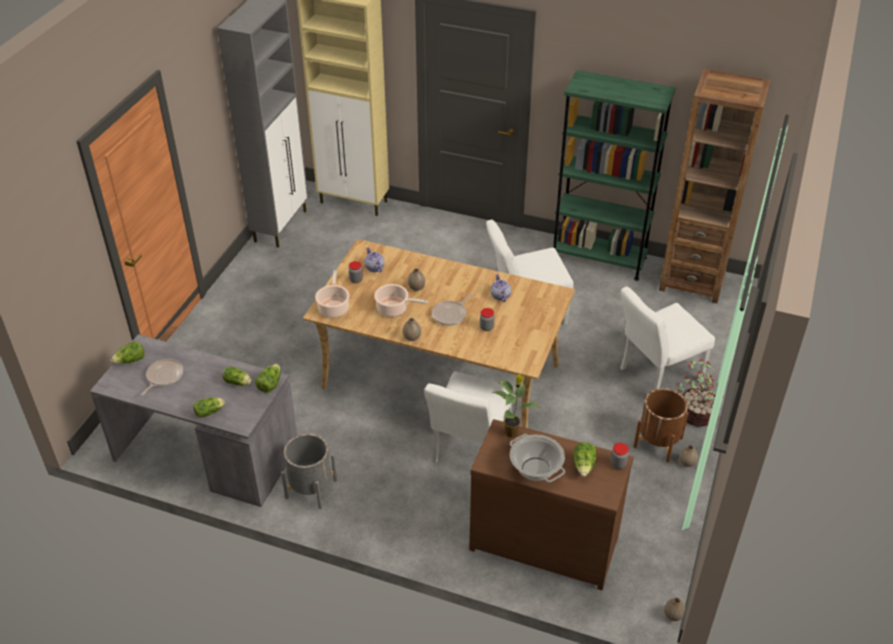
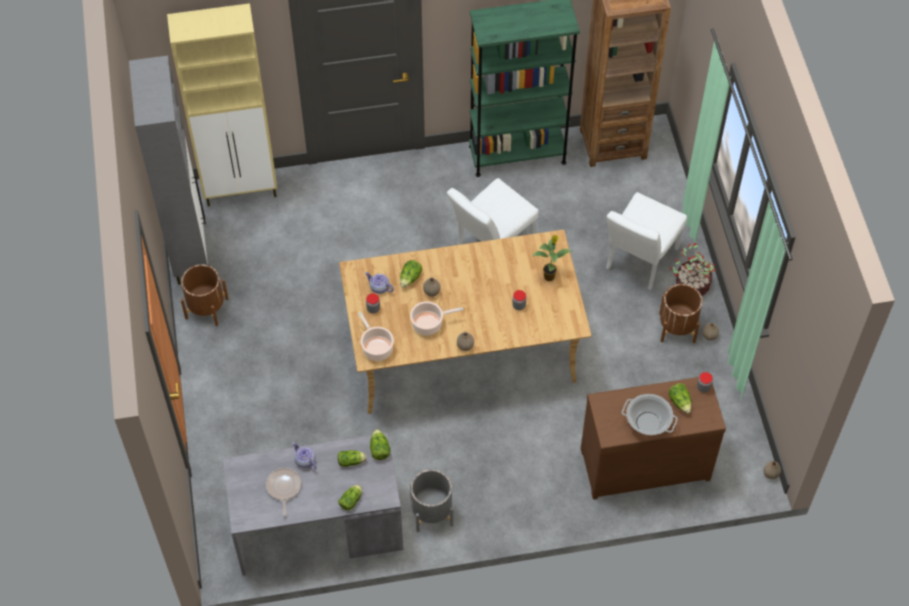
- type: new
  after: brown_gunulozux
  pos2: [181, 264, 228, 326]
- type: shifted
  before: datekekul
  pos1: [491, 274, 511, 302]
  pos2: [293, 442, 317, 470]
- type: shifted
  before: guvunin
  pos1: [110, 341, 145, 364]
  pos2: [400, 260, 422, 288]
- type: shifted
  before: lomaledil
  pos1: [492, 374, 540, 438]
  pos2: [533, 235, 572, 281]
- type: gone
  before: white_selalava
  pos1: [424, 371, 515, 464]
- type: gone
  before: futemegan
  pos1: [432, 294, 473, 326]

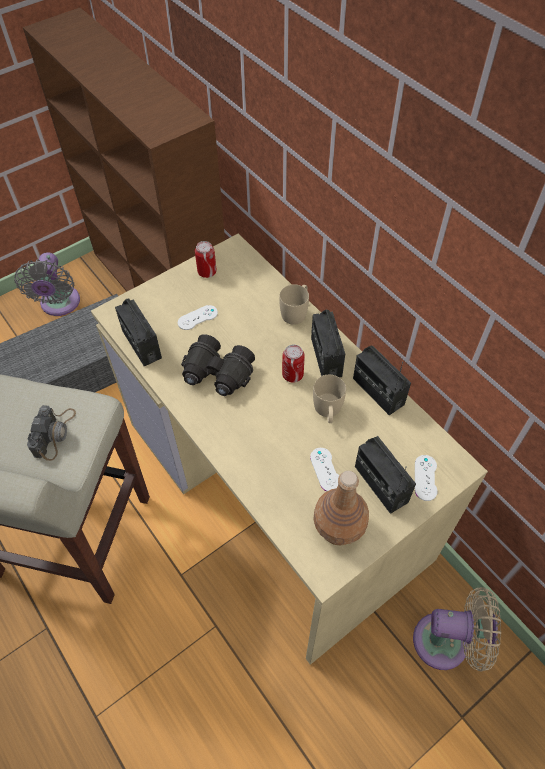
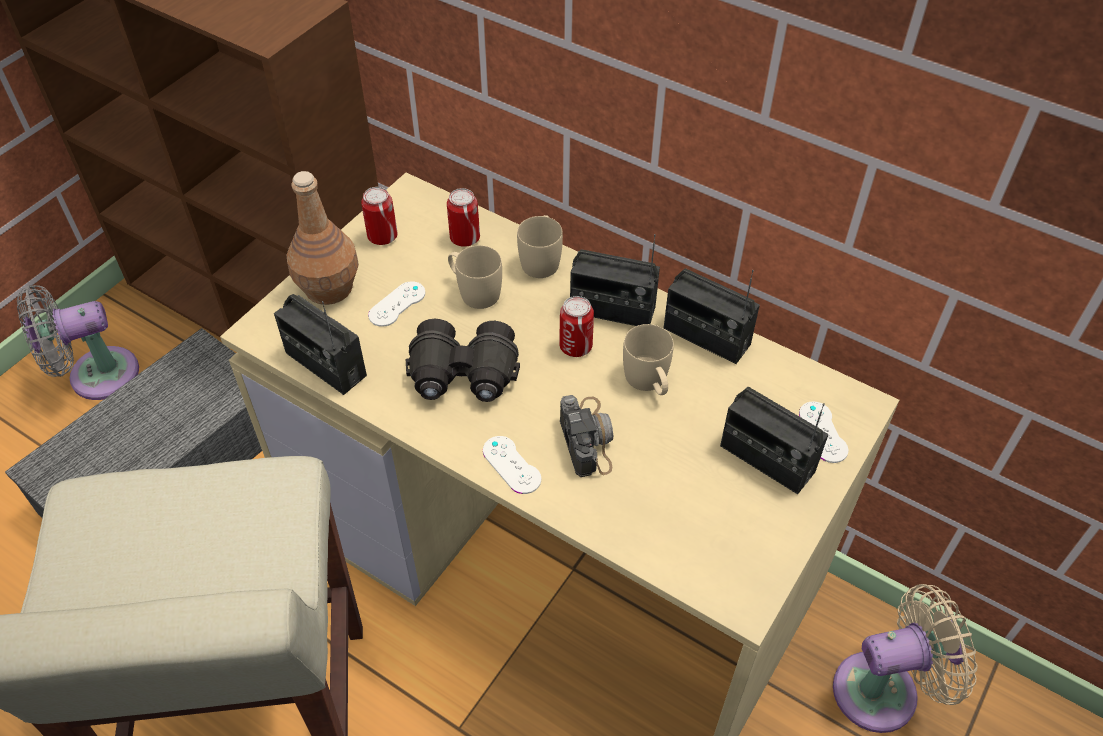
- type: rotated
  before: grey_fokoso
  pos1: [14, 252, 80, 316]
  pos2: [17, 285, 139, 400]
  turn: 90
- type: shifted
  before: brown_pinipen
  pos1: [313, 471, 369, 546]
  pos2: [287, 171, 359, 305]
- type: new
  after: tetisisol
  pos2: [447, 188, 480, 247]
- type: new
  after: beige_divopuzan
  pos2: [448, 245, 502, 309]
- type: shifted
  before: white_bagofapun
  pos1: [310, 448, 339, 491]
  pos2: [483, 436, 541, 494]
- type: shifted
  before: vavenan
  pos1: [27, 405, 76, 461]
  pos2: [560, 395, 613, 477]
- type: rotated
  before: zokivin
  pos1: [311, 310, 345, 378]
  pos2: [570, 234, 660, 326]
  turn: -45

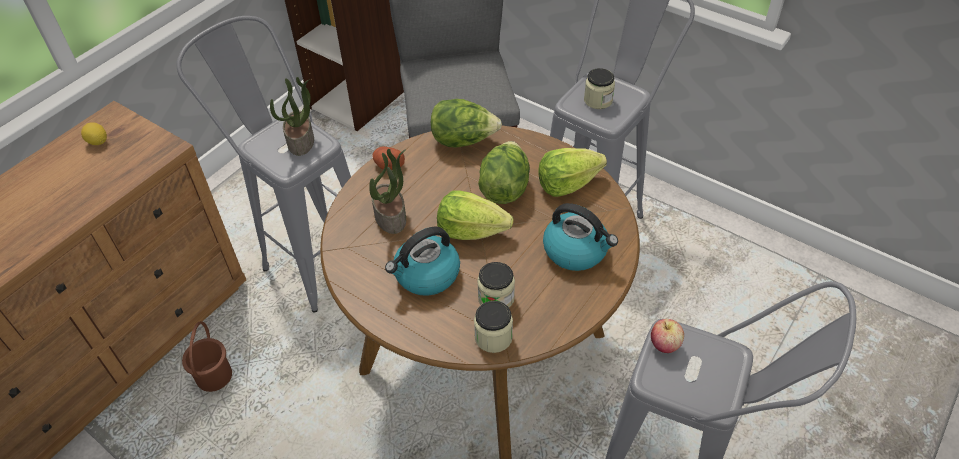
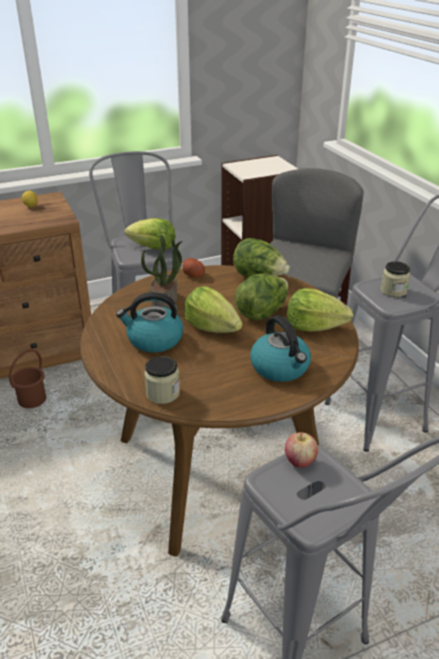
- type: swapped
  before: lomaledil
  after: guvunin
  pos1: [270, 77, 314, 156]
  pos2: [125, 218, 176, 250]
- type: gone
  before: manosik
  pos1: [477, 262, 515, 307]

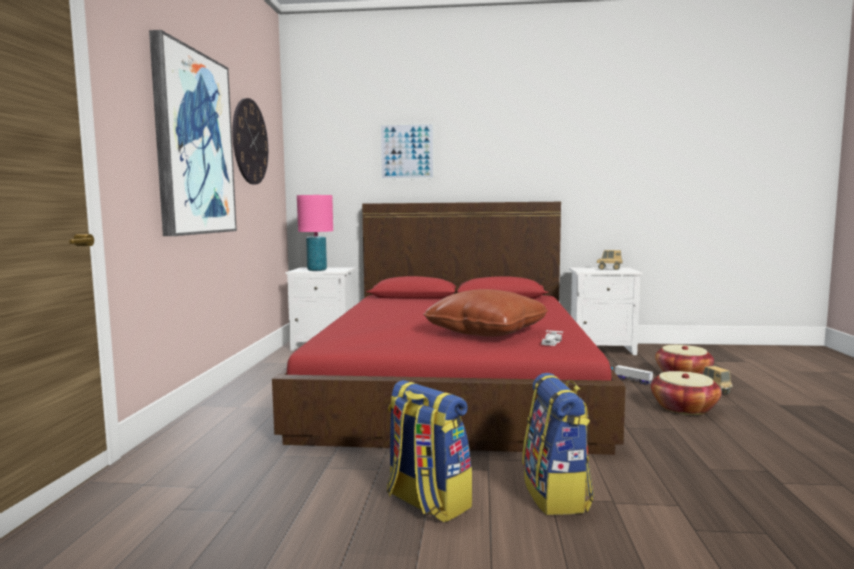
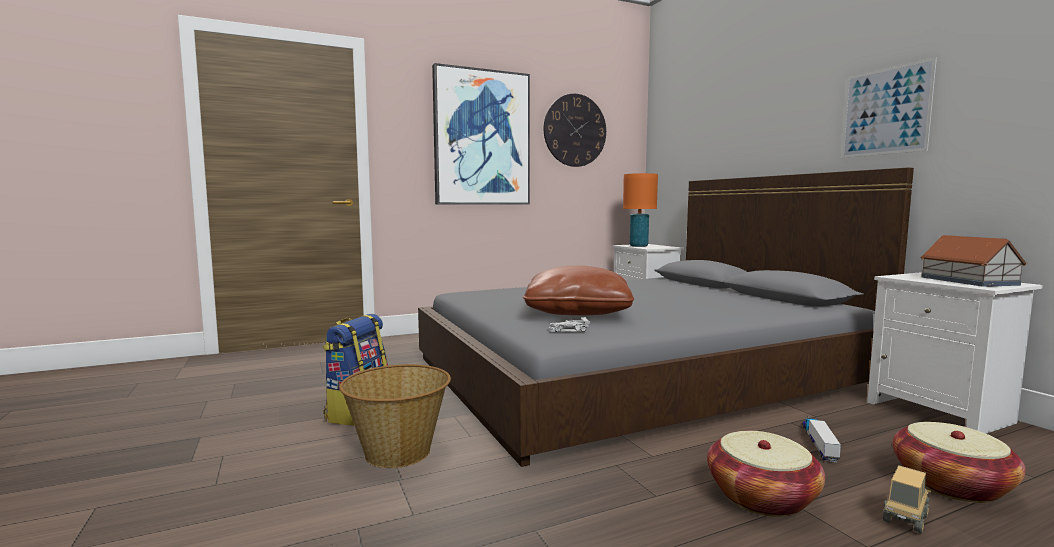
- type: swapped
  before: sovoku
  after: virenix
  pos1: [522, 373, 594, 515]
  pos2: [339, 364, 451, 468]
- type: repainted
  before: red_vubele
  after: grey_vubele
  pos1: [272, 202, 626, 455]
  pos2: [418, 168, 914, 467]
- type: repainted
  before: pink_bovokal
  after: orange_bovokal
  pos1: [297, 195, 333, 271]
  pos2: [623, 173, 658, 247]
- type: shifted
  before: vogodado
  pos1: [379, 122, 435, 180]
  pos2: [841, 57, 937, 158]
- type: swapped
  before: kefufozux
  after: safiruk
  pos1: [597, 250, 623, 270]
  pos2: [921, 235, 1028, 287]

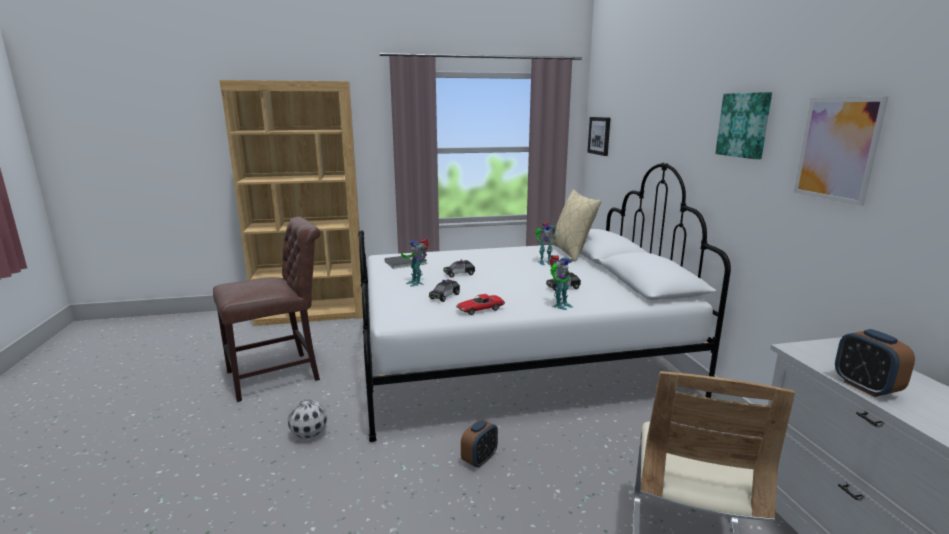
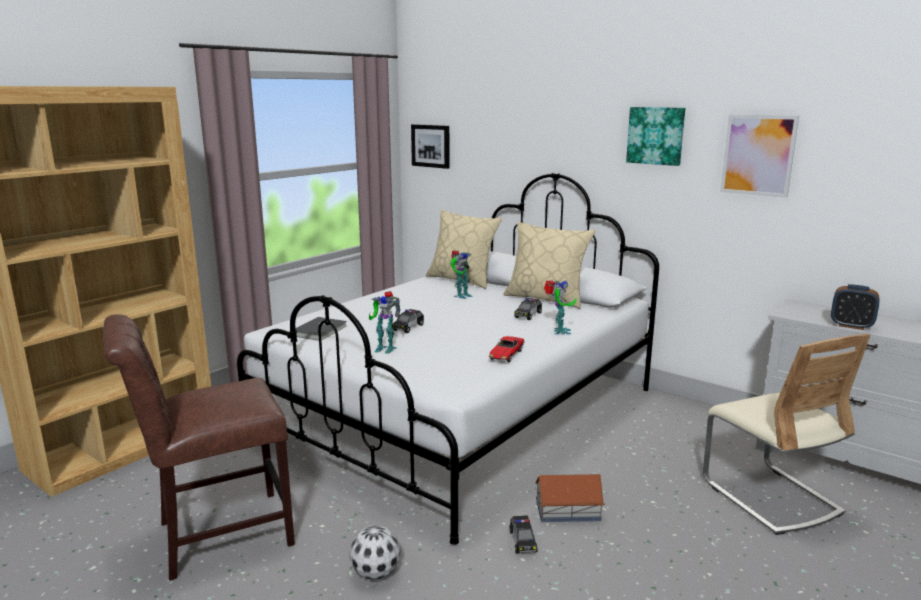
- type: rotated
  before: brown_selalava
  pos1: [213, 217, 321, 402]
  pos2: [103, 314, 295, 581]
  turn: -135
- type: new
  after: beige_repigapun
  pos2: [503, 222, 595, 309]
- type: shifted
  before: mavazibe
  pos1: [429, 279, 460, 302]
  pos2: [509, 515, 538, 554]
- type: swapped
  before: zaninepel
  after: safiruk
  pos1: [461, 419, 498, 468]
  pos2: [535, 474, 605, 522]

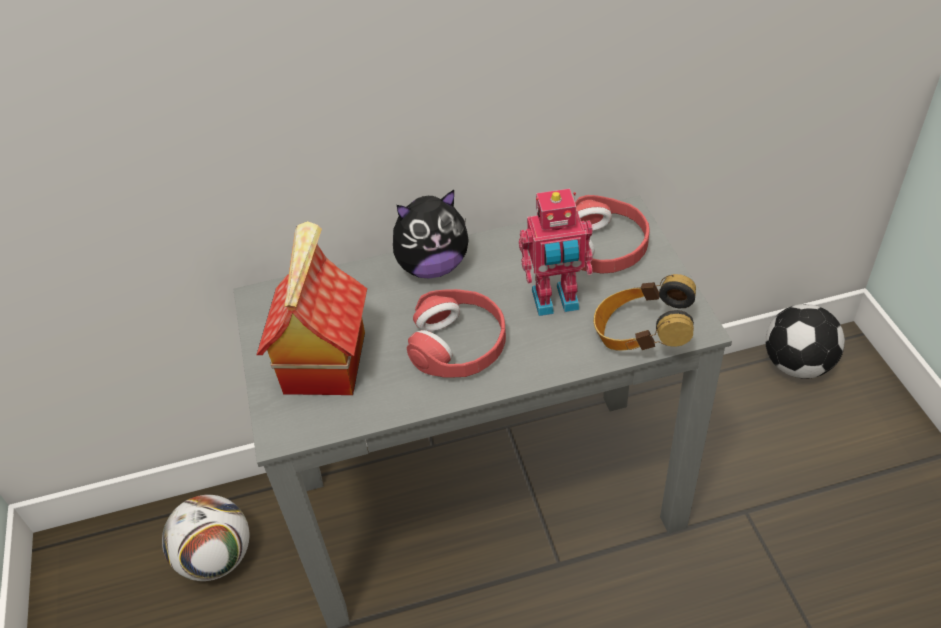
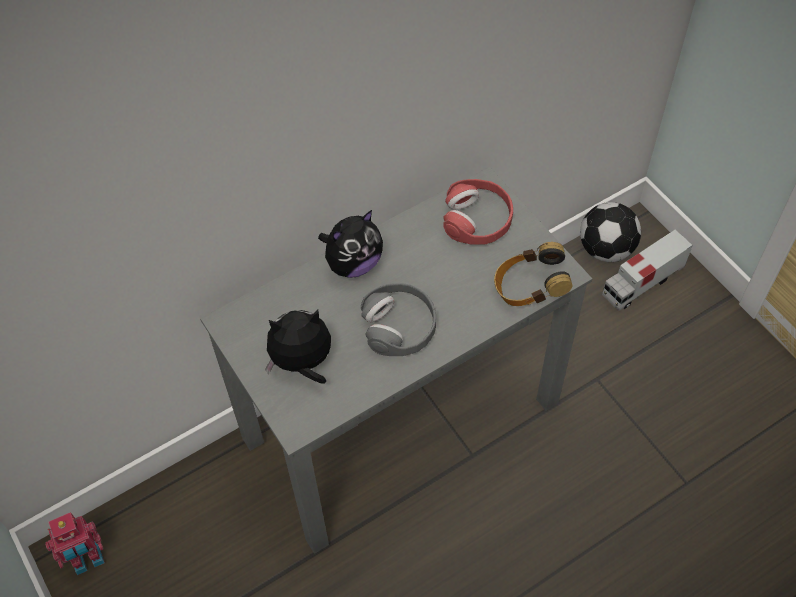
- type: shifted
  before: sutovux
  pos1: [519, 188, 593, 316]
  pos2: [45, 512, 105, 575]
- type: swapped
  before: safiruk
  after: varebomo
  pos1: [257, 221, 367, 395]
  pos2: [265, 310, 331, 384]
- type: repainted
  before: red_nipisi
  after: grey_nipisi
  pos1: [407, 289, 506, 378]
  pos2: [361, 283, 436, 356]
- type: new
  after: kefufozux
  pos2: [602, 230, 693, 311]
- type: gone
  before: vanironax
  pos1: [162, 495, 249, 581]

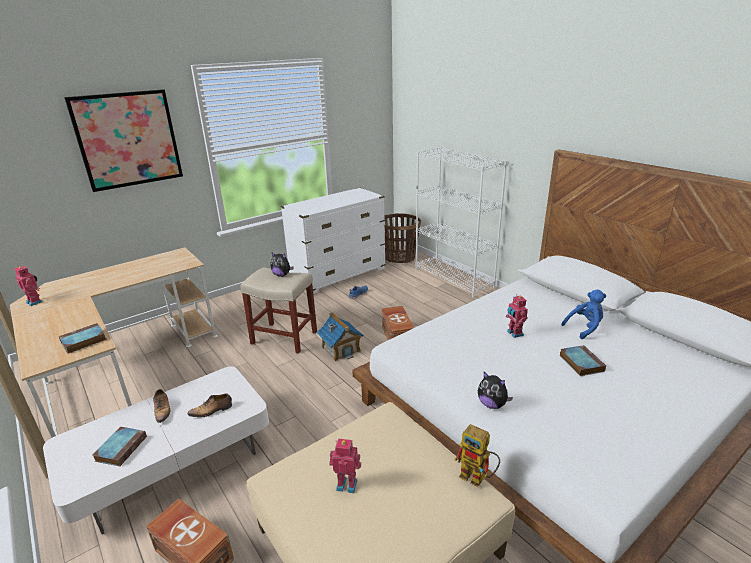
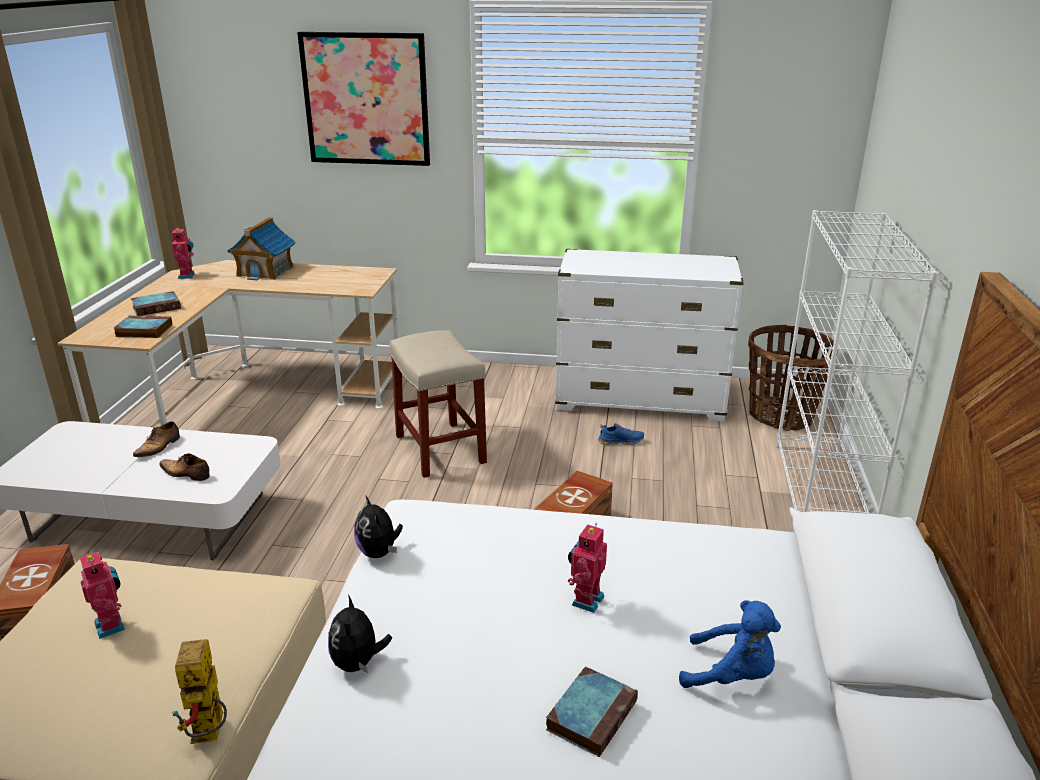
- type: shifted
  before: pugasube
  pos1: [93, 427, 147, 466]
  pos2: [131, 291, 181, 316]
- type: shifted
  before: safiruk
  pos1: [317, 312, 363, 361]
  pos2: [227, 218, 296, 280]
- type: shifted
  before: varebomo
  pos1: [270, 253, 294, 277]
  pos2: [354, 495, 403, 558]

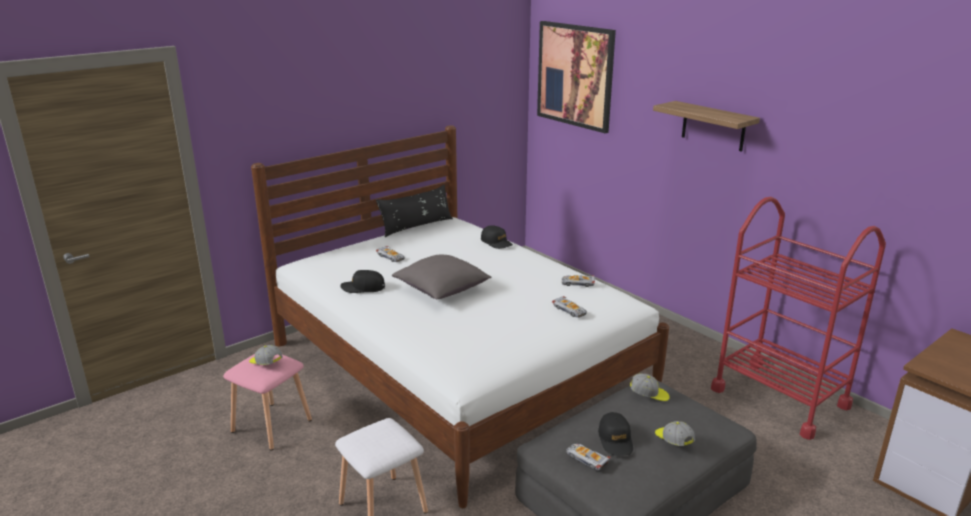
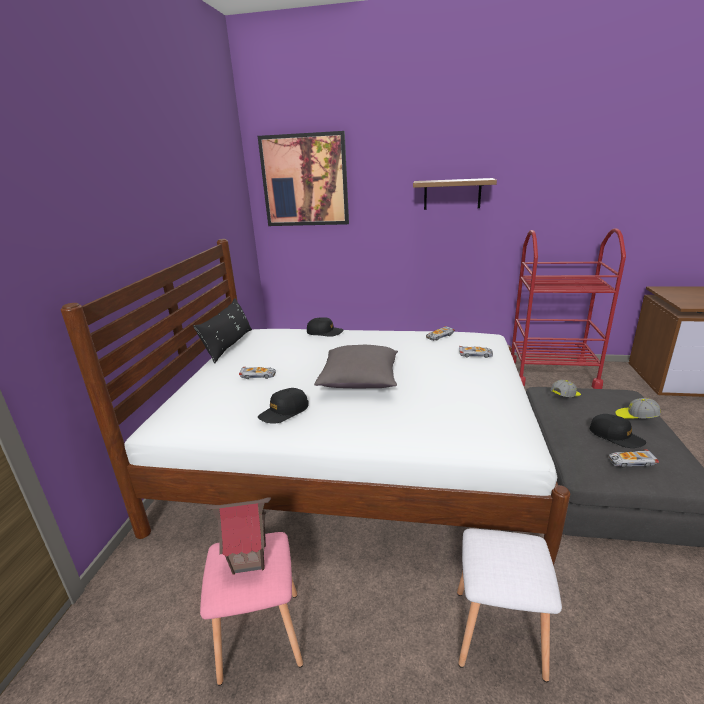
- type: swapped
  before: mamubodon
  after: safiruk
  pos1: [249, 345, 283, 365]
  pos2: [205, 497, 271, 575]

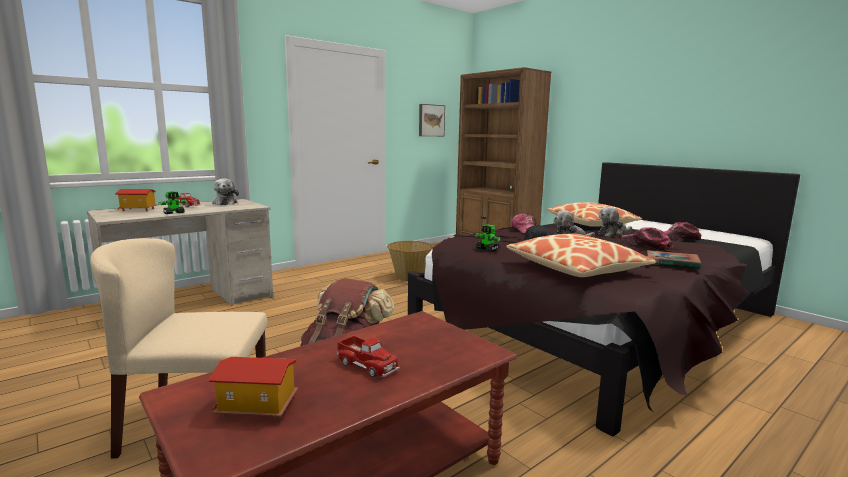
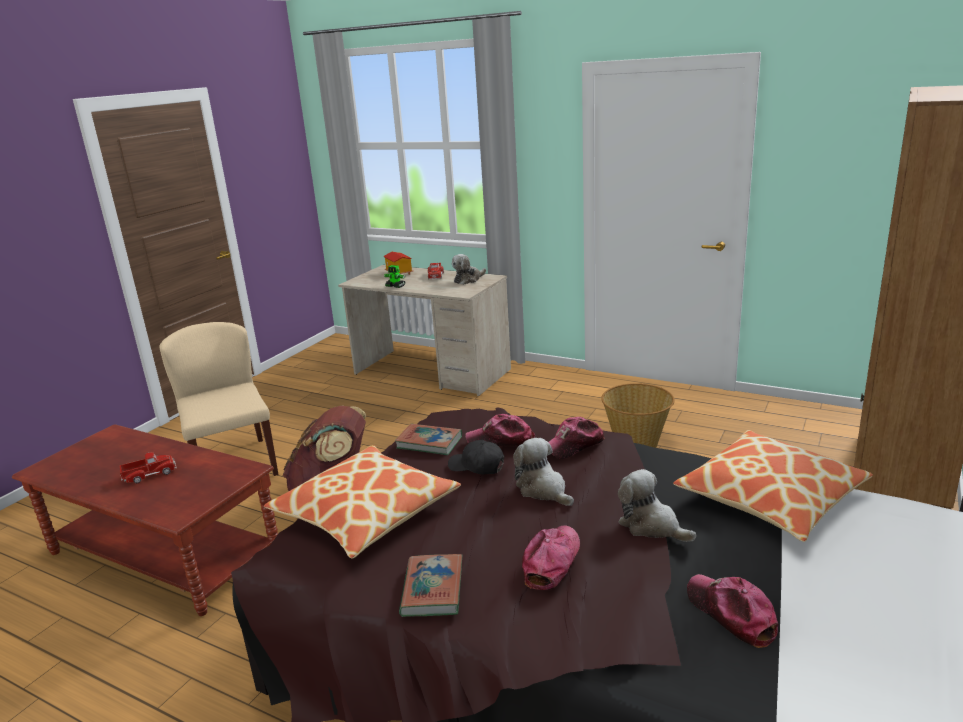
- type: rotated
  before: kefufozux
  pos1: [337, 336, 400, 378]
  pos2: [120, 452, 177, 483]
  turn: -135
- type: swapped
  before: sutovux
  after: pugasube
  pos1: [475, 224, 501, 252]
  pos2: [395, 424, 462, 455]
- type: new
  after: mamubodon
  pos2: [465, 414, 535, 446]
- type: gone
  before: safiruk
  pos1: [208, 357, 298, 420]
- type: gone
  before: vogodado
  pos1: [419, 104, 445, 136]

